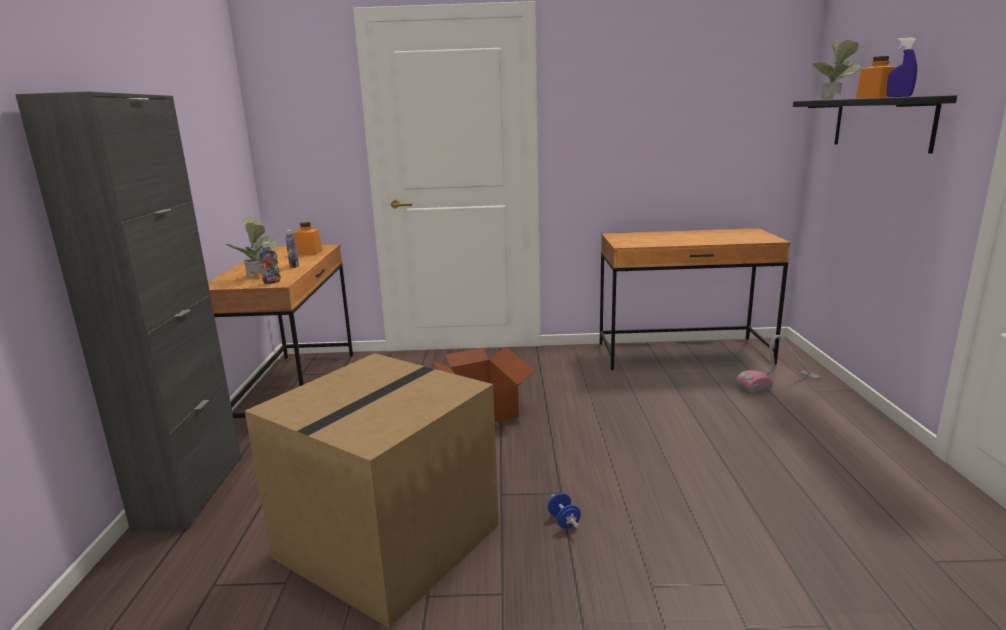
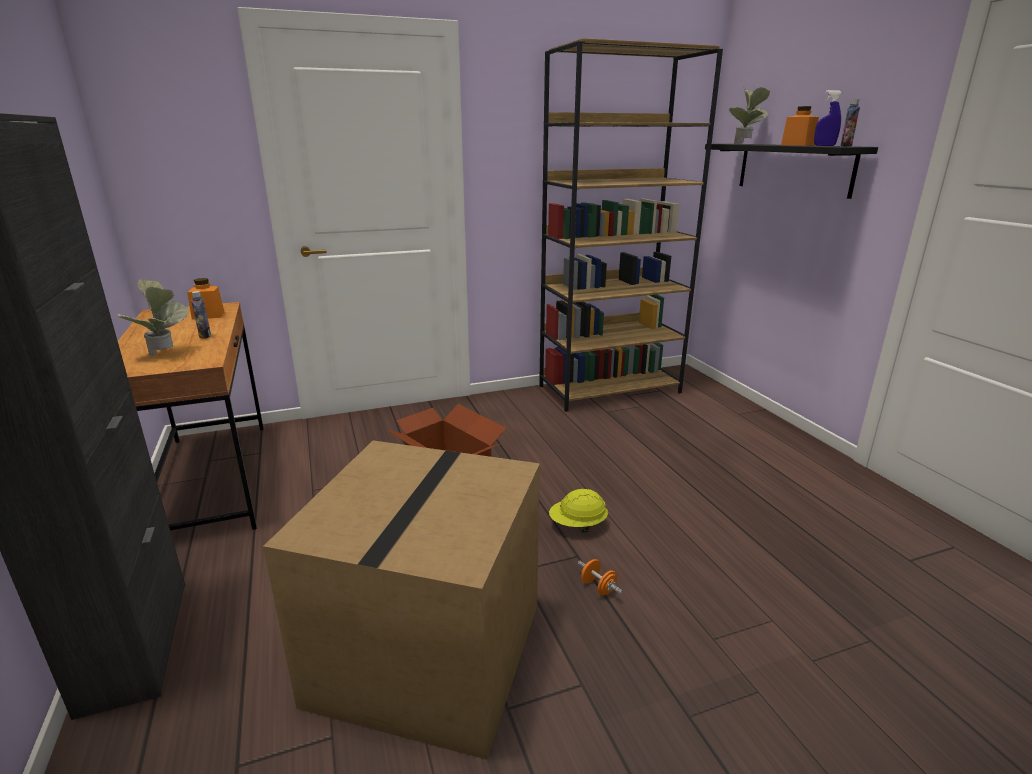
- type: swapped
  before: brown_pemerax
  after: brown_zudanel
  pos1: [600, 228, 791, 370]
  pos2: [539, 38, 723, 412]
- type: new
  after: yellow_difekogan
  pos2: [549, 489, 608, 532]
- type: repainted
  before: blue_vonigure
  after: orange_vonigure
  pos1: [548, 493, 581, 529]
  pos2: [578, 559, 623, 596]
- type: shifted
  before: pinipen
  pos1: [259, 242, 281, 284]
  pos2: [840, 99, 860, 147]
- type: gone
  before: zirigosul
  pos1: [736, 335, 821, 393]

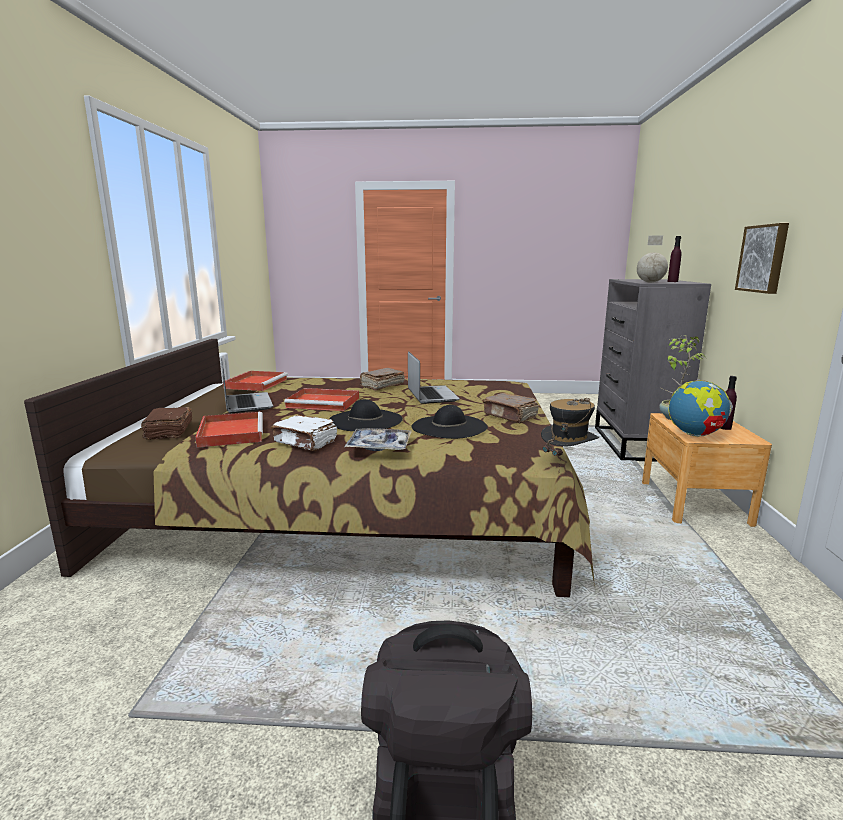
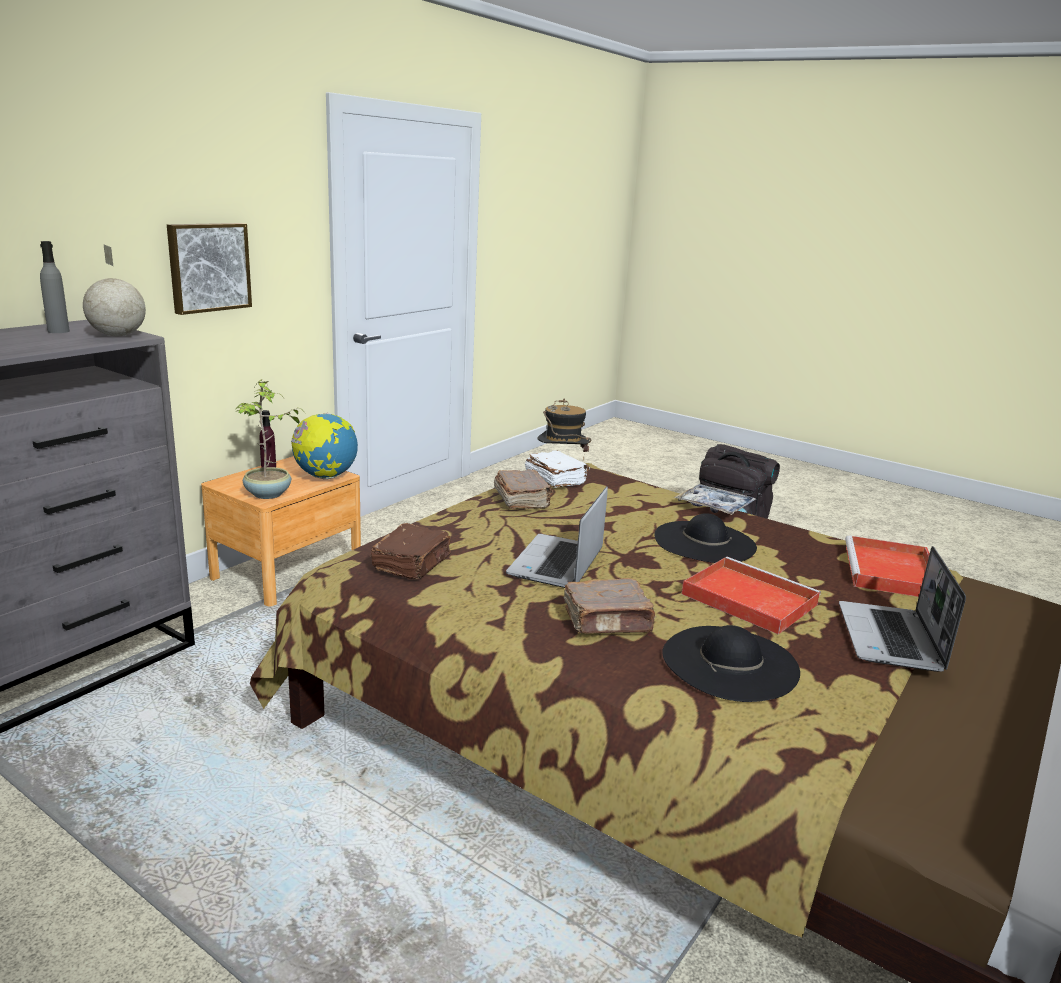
- type: repainted
  before: purple_pinipen
  after: grey_pinipen
  pos1: [667, 236, 682, 282]
  pos2: [40, 241, 70, 333]
- type: shifted
  before: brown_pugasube
  pos1: [141, 407, 192, 440]
  pos2: [371, 523, 451, 579]
- type: shifted
  before: white_pugasube
  pos1: [271, 415, 337, 451]
  pos2: [525, 450, 590, 488]
- type: shifted
  before: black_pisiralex
  pos1: [411, 405, 488, 439]
  pos2: [662, 625, 800, 702]
- type: gone
  before: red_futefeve
  pos1: [223, 371, 288, 391]

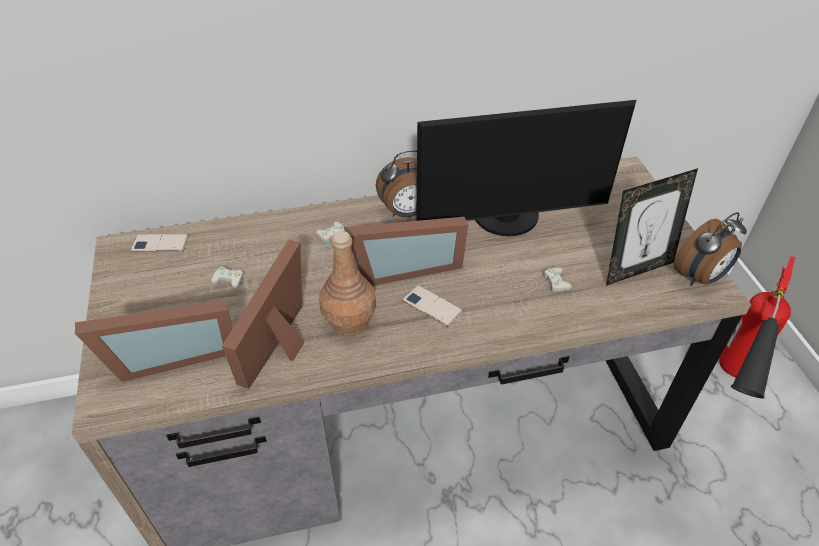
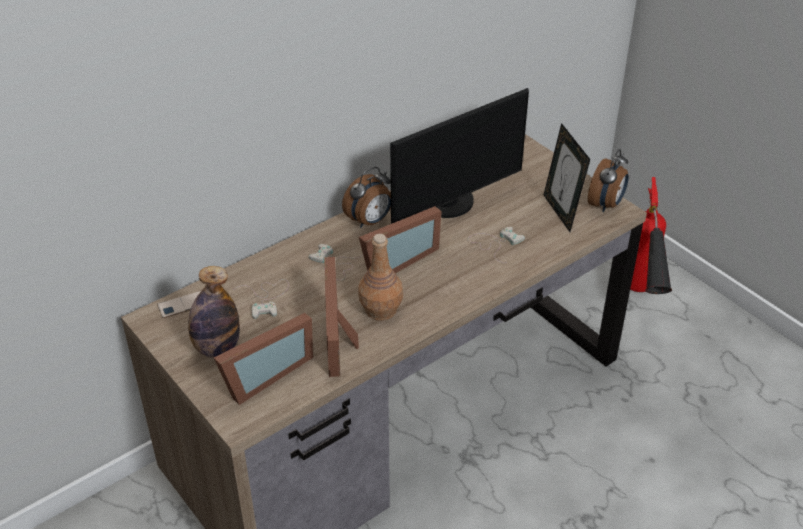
- type: new
  after: pinipen
  pos2: [188, 266, 240, 358]
- type: rotated
  before: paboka
  pos1: [606, 168, 698, 286]
  pos2: [544, 123, 590, 232]
  turn: 120
- type: gone
  before: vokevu
  pos1: [402, 285, 463, 327]

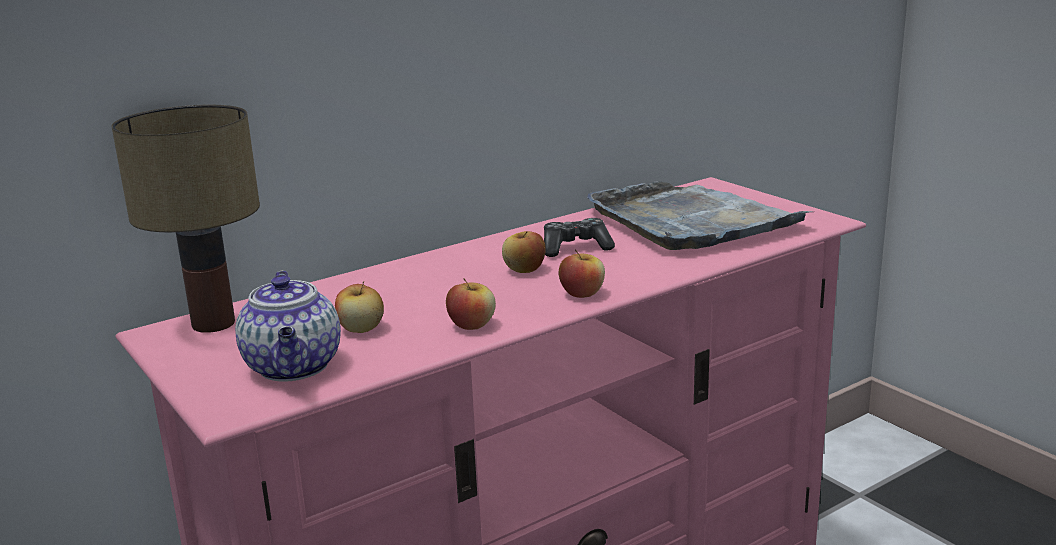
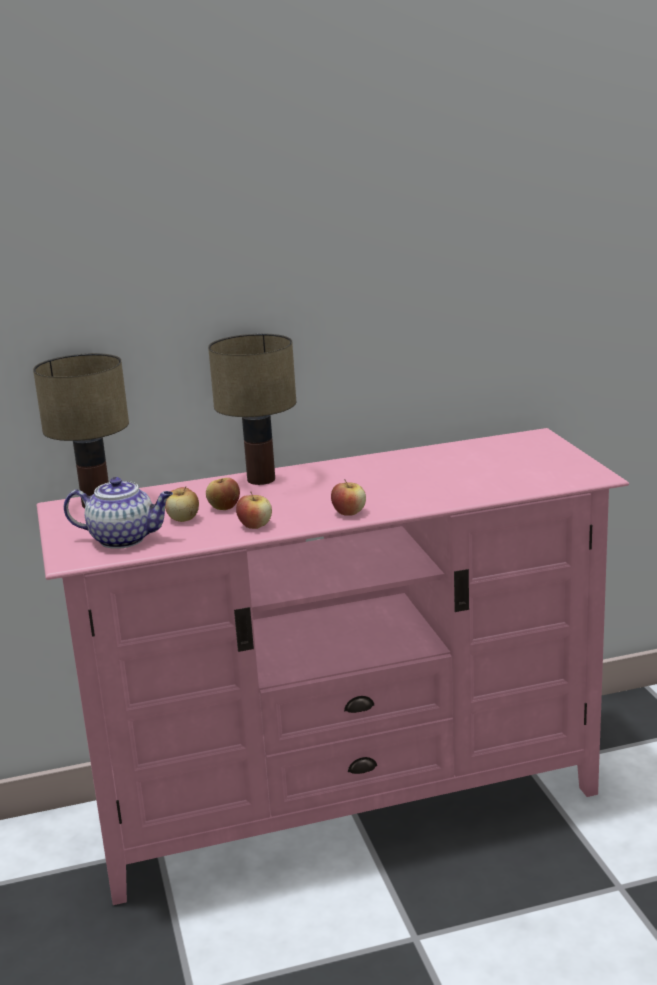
- type: rotated
  before: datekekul
  pos1: [235, 271, 341, 382]
  pos2: [64, 477, 173, 549]
  turn: -90
- type: shifted
  before: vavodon
  pos1: [502, 231, 546, 273]
  pos2: [206, 478, 240, 510]
- type: new
  after: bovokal
  pos2: [208, 334, 296, 485]
- type: gone
  before: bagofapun
  pos1: [544, 218, 615, 257]
- type: gone
  before: grey_futefeve
  pos1: [587, 181, 812, 250]

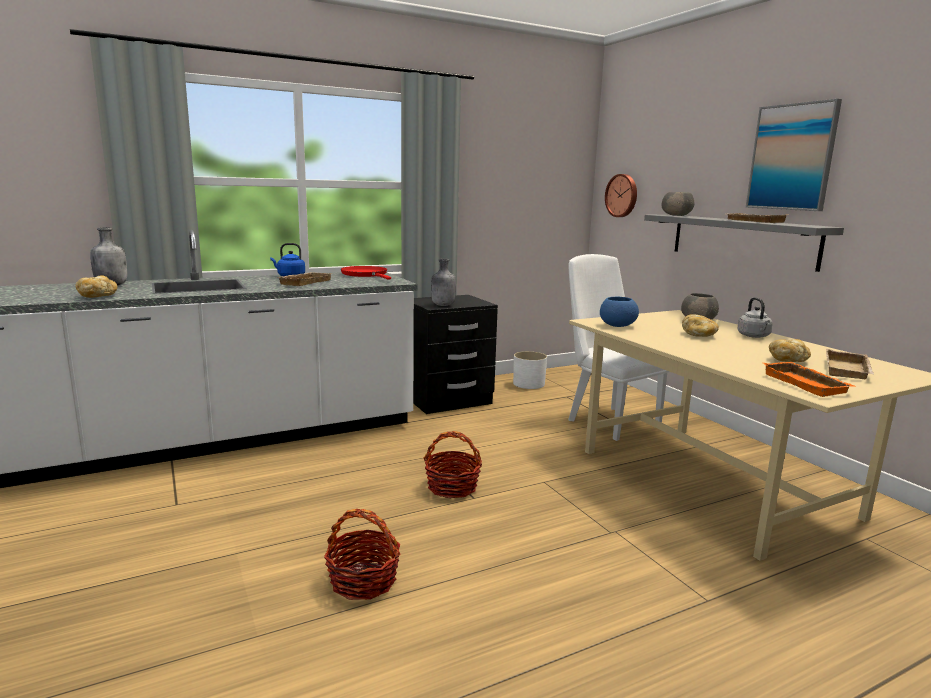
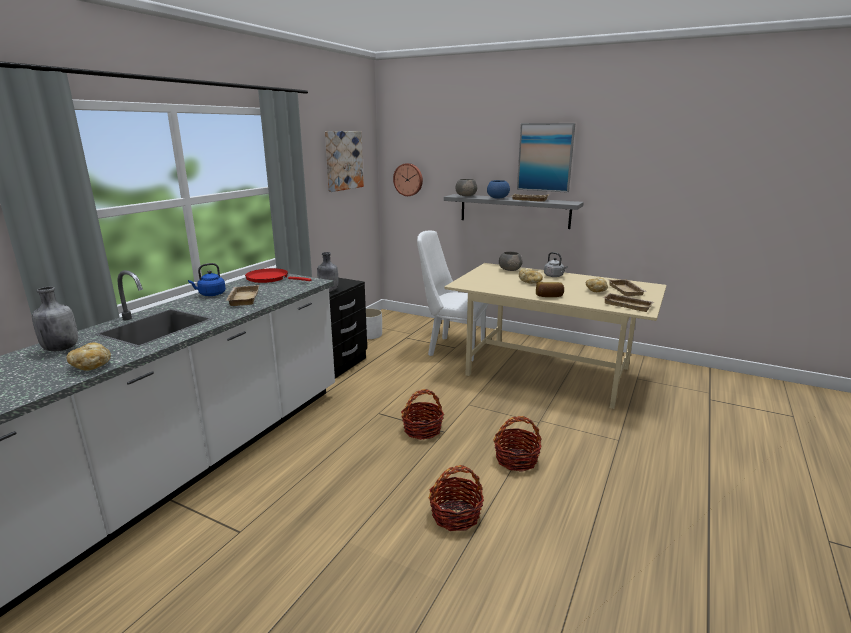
- type: new
  after: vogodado
  pos2: [325, 131, 364, 192]
- type: shifted
  before: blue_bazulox
  pos1: [600, 297, 639, 327]
  pos2: [487, 180, 510, 199]
- type: new
  after: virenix
  pos2: [493, 416, 542, 472]
- type: new
  after: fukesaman
  pos2: [536, 282, 564, 297]
- type: repainted
  before: orange_futefeve
  after: beige_futefeve
  pos1: [763, 362, 854, 397]
  pos2: [603, 293, 654, 312]

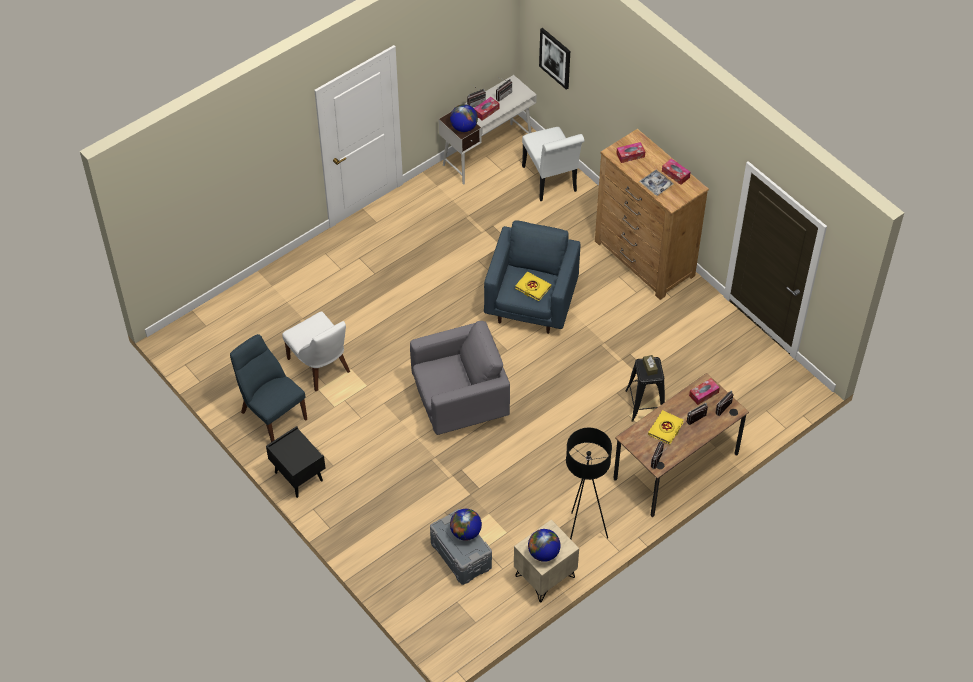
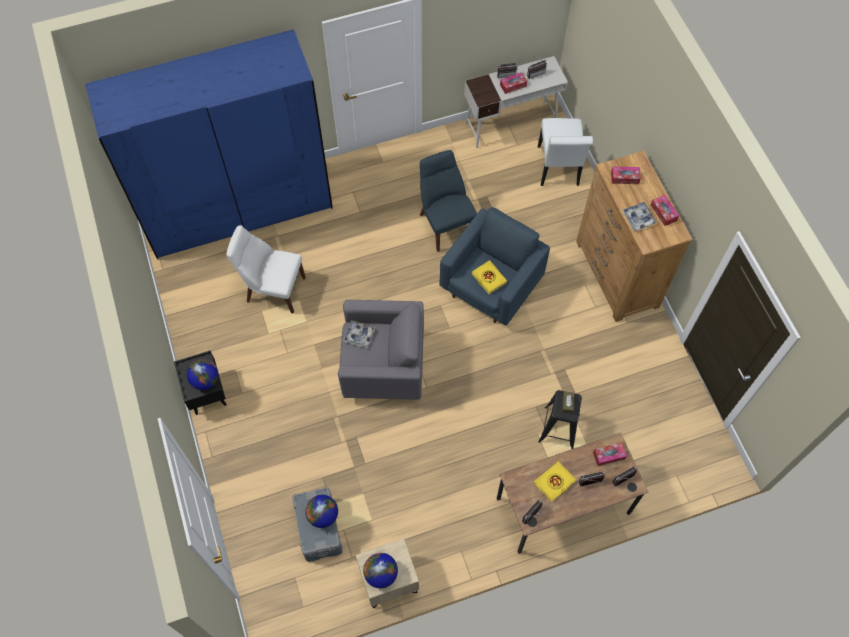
- type: new
  after: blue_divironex
  pos2: [85, 29, 333, 260]
- type: shifted
  before: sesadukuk
  pos1: [450, 104, 478, 132]
  pos2: [187, 359, 219, 390]
- type: rotated
  before: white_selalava
  pos1: [282, 311, 350, 391]
  pos2: [226, 225, 306, 314]
  turn: 120
- type: new
  after: futefeve
  pos2: [343, 320, 375, 348]
- type: shifted
  before: blue_selalava
  pos1: [230, 334, 307, 442]
  pos2: [420, 150, 477, 252]
- type: gone
  before: vogodado
  pos1: [539, 28, 570, 90]
- type: gone
  before: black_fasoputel
  pos1: [566, 428, 612, 539]

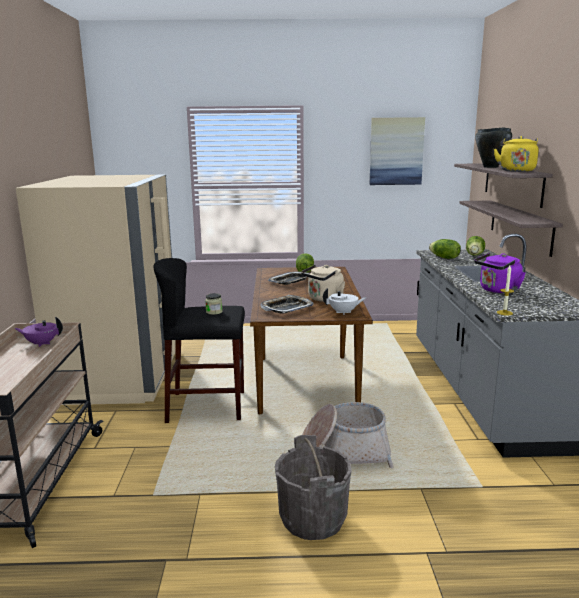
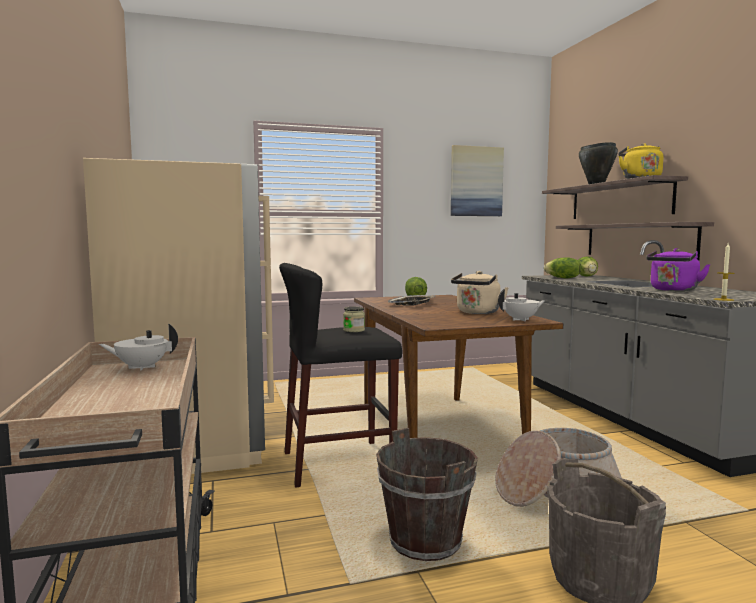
- type: repainted
  before: purple_datekekul
  after: white_datekekul
  pos1: [15, 317, 63, 347]
  pos2: [99, 324, 178, 371]
- type: new
  after: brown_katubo
  pos2: [376, 428, 478, 561]
- type: gone
  before: futefeve
  pos1: [260, 295, 314, 314]

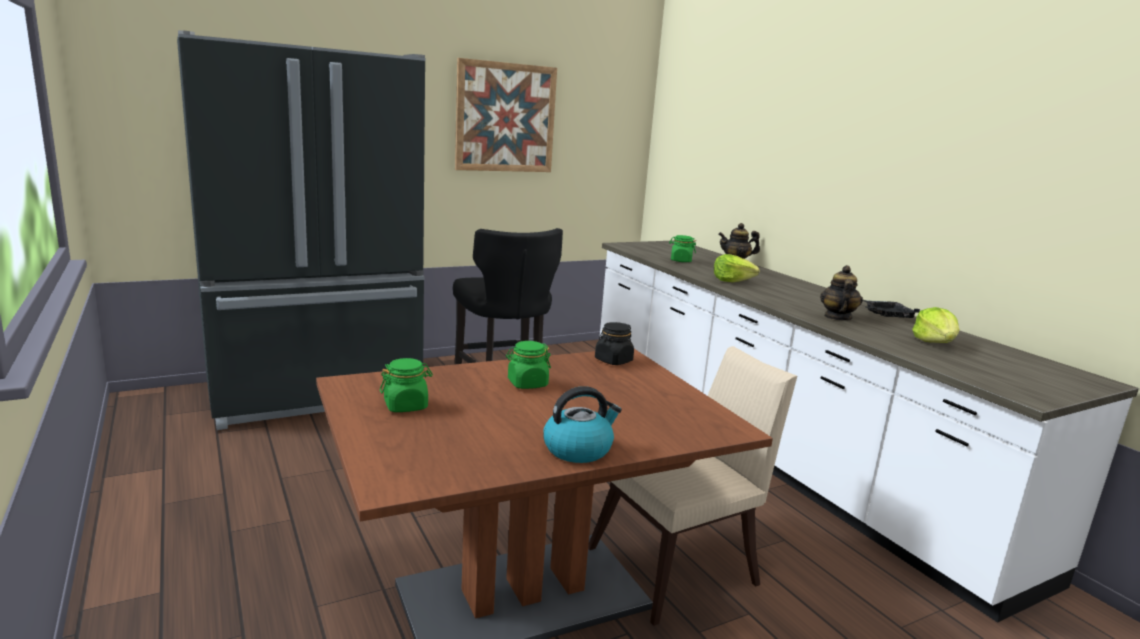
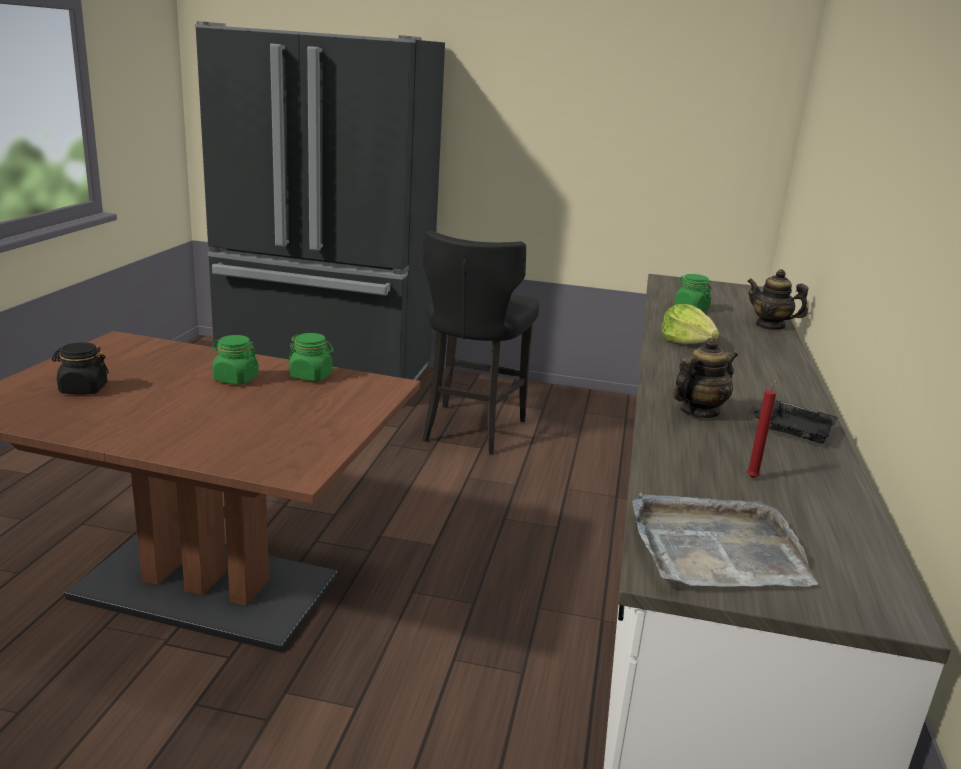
- type: shifted
  before: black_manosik
  pos1: [595, 322, 634, 365]
  pos2: [52, 342, 109, 395]
- type: shifted
  before: green_manosik
  pos1: [380, 358, 433, 412]
  pos2: [289, 333, 334, 381]
- type: new
  after: grey_futefeve
  pos2: [632, 493, 818, 587]
- type: swapped
  before: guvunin
  after: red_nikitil
  pos1: [912, 307, 960, 343]
  pos2: [747, 379, 778, 478]
- type: gone
  before: vogodado
  pos1: [455, 58, 557, 172]
- type: gone
  before: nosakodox
  pos1: [543, 386, 622, 463]
- type: gone
  before: beige_selalava
  pos1: [588, 346, 797, 626]

